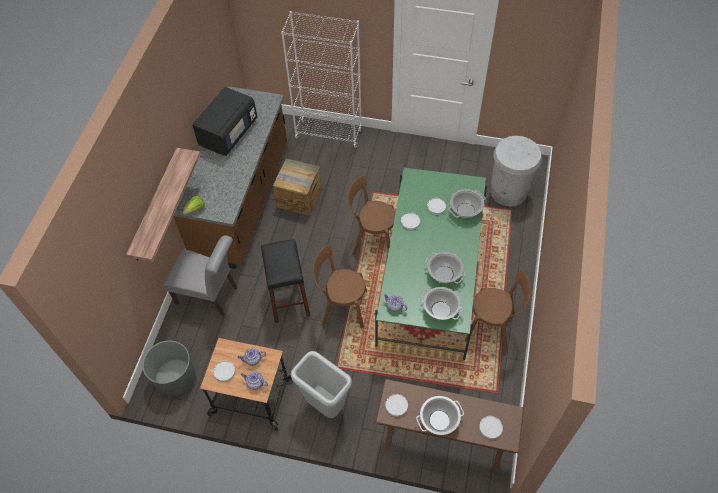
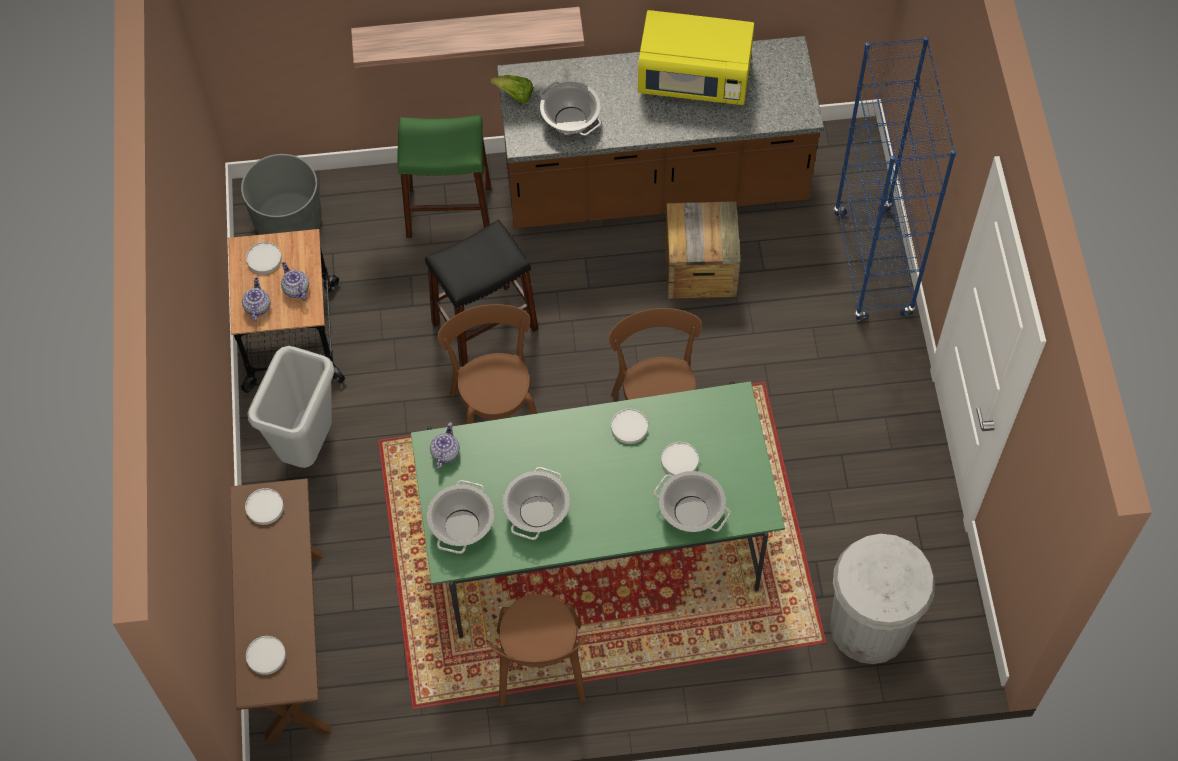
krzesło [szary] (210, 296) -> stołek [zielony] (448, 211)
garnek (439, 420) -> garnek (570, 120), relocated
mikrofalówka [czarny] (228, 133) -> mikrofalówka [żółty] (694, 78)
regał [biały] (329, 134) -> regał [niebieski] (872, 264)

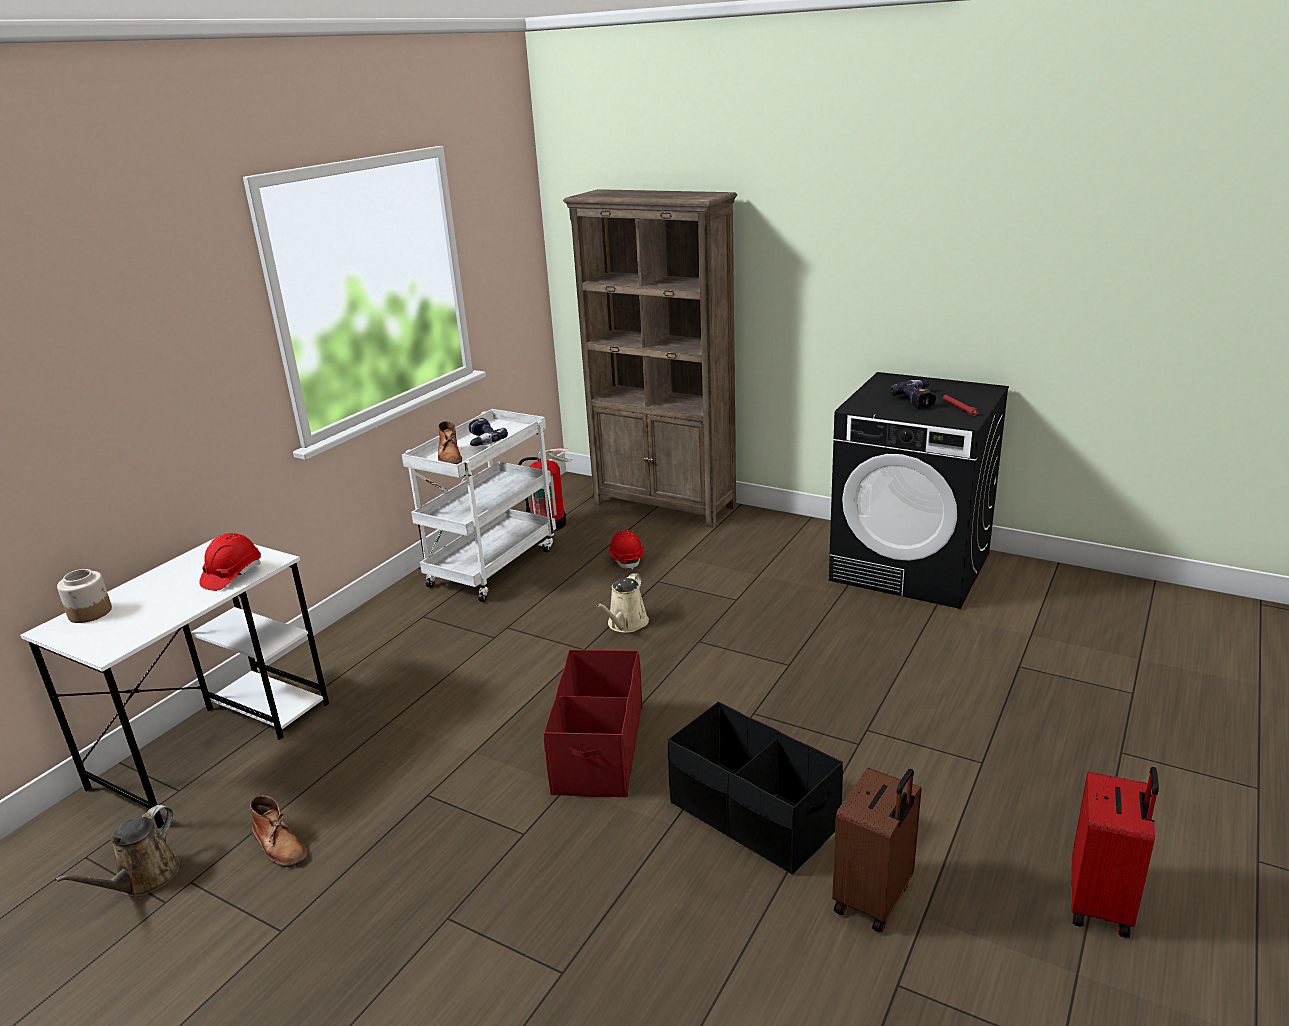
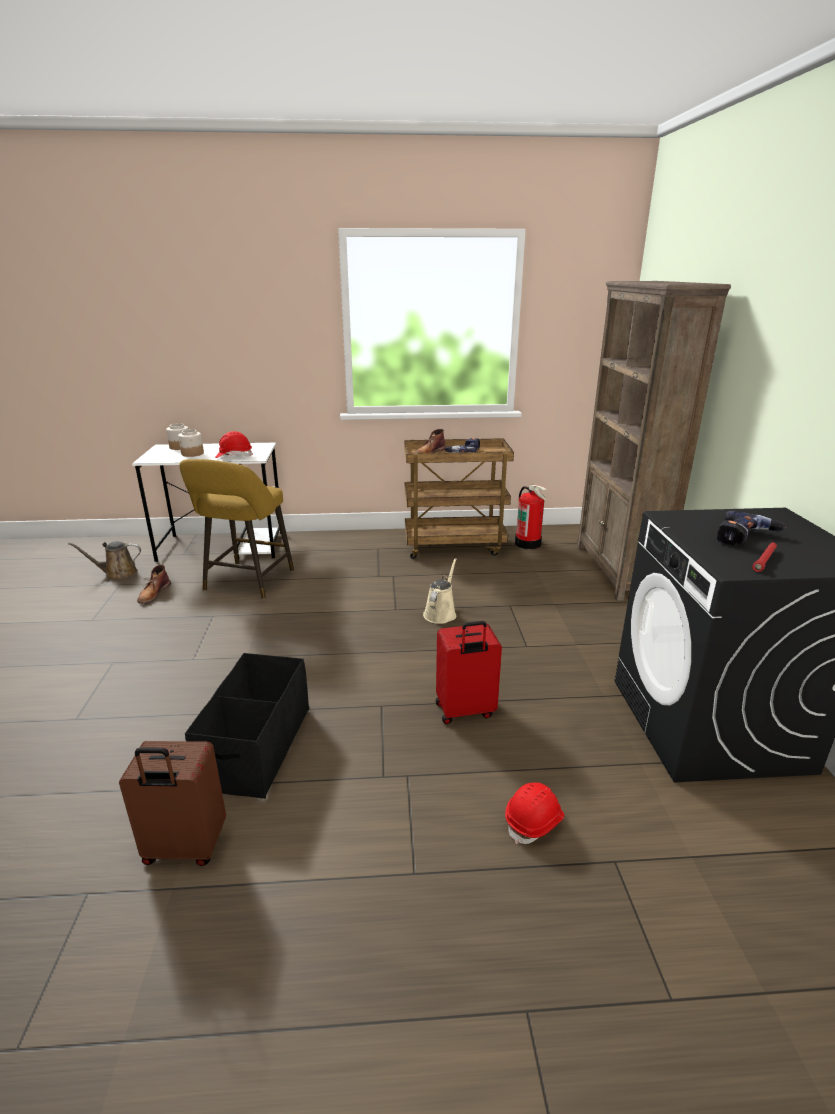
none -> słoik (192, 454)
none -> stołek [żółty] (247, 583)
wózek [biały] (492, 566) -> wózek [brązowy] (454, 546)
konewka [beżowy] (626, 624) -> konewka [beżowy] (441, 613), 120 degrees clockwise
walizka [czerwony] (1102, 904) -> walizka [czerwony] (465, 711), relocated
kask [czerwony] (626, 559) -> kask [czerwony] (534, 822), relocated
pojemnik do przechowywania [czerwony] (598, 750) -> none

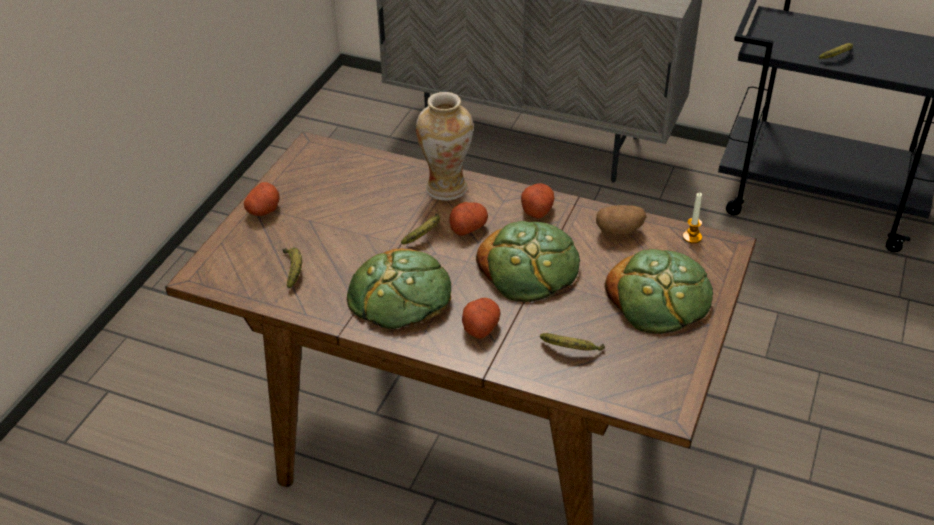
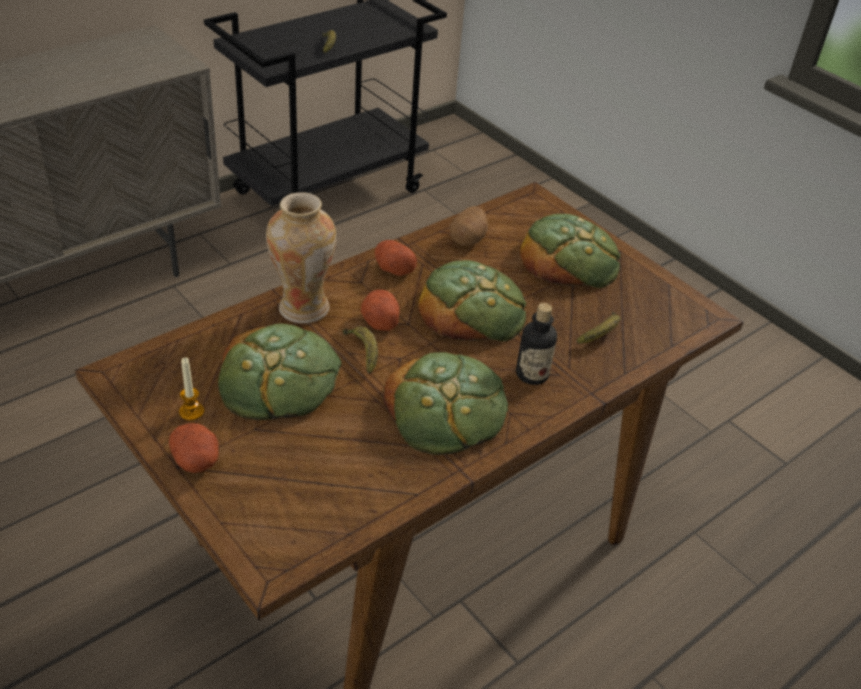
świeca (692, 237) -> świeca (191, 412), relocated
none -> chleb (279, 380)
ziemniak (480, 326) -> butelka (532, 374)
banan (293, 270) -> none

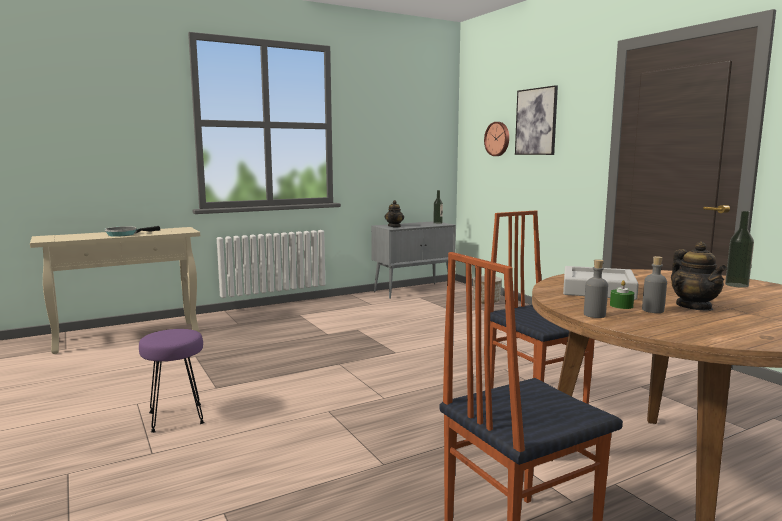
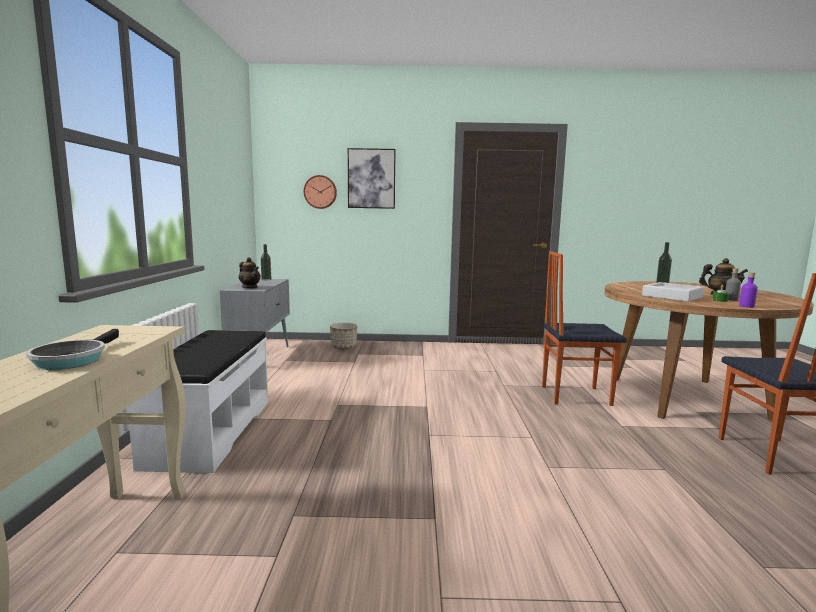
none -> ławka [biały] (210, 431)
butelka [szary] (594, 315) -> butelka [fioletowy] (746, 306)
stołek [fioletowy] (177, 417) -> none

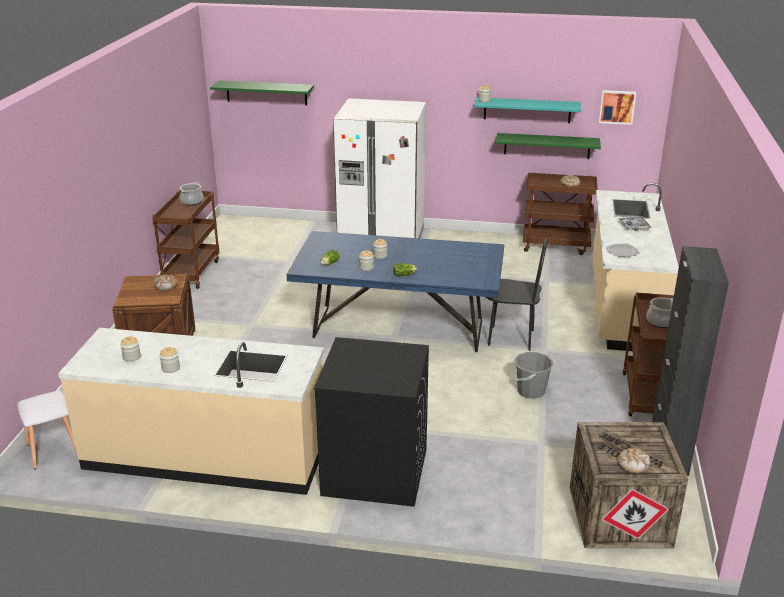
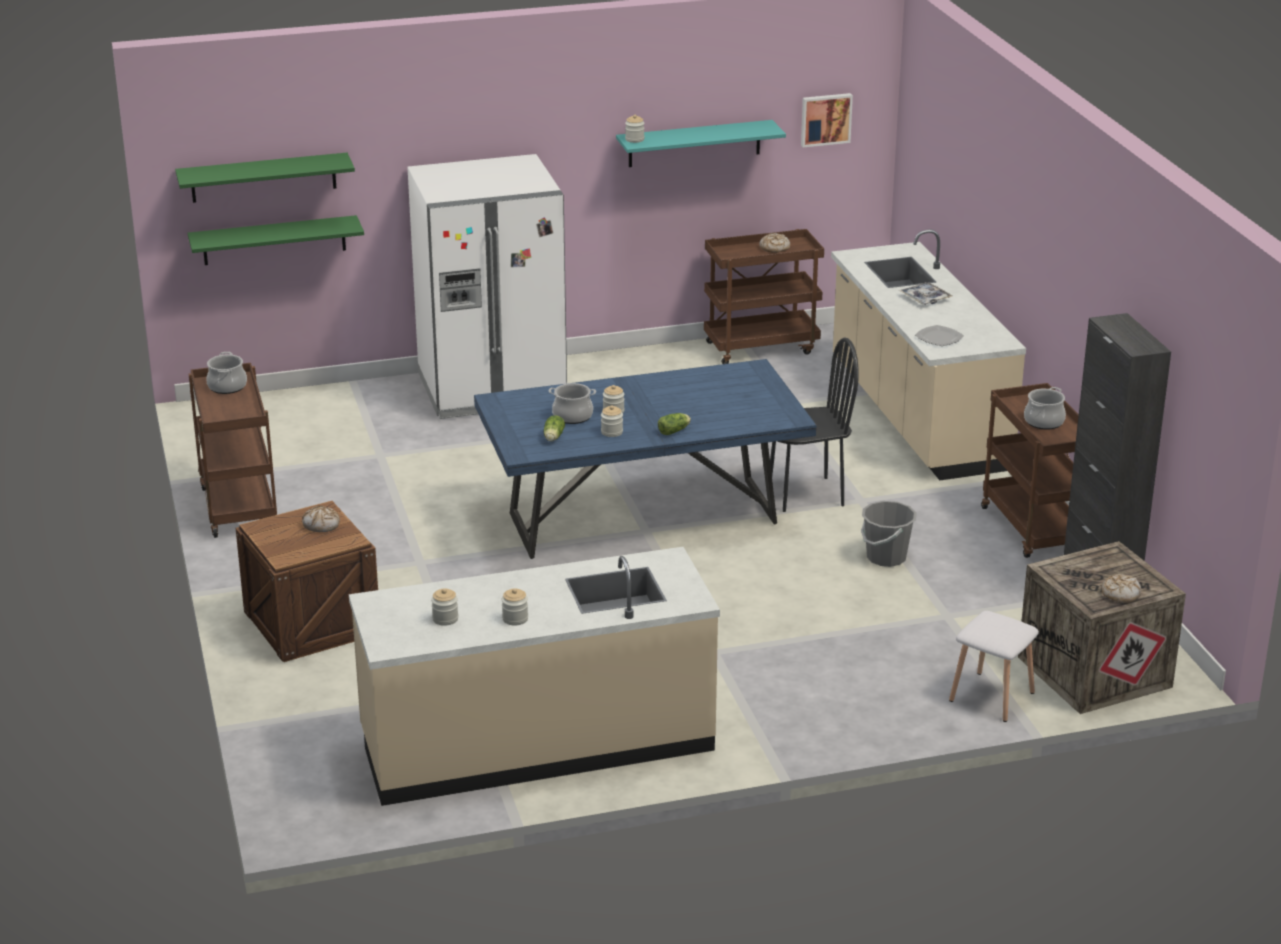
półka [zielony] (547, 145) -> półka [zielony] (274, 240), relocated
none -> garnek (572, 416)
stołek [biały] (52, 449) -> stołek [biały] (990, 696), relocated
pralka [czarny] (374, 472) -> none

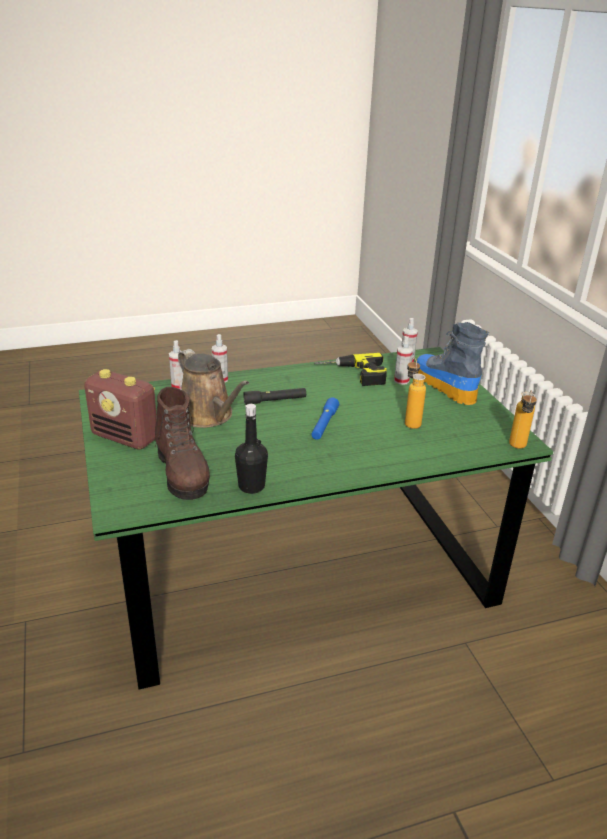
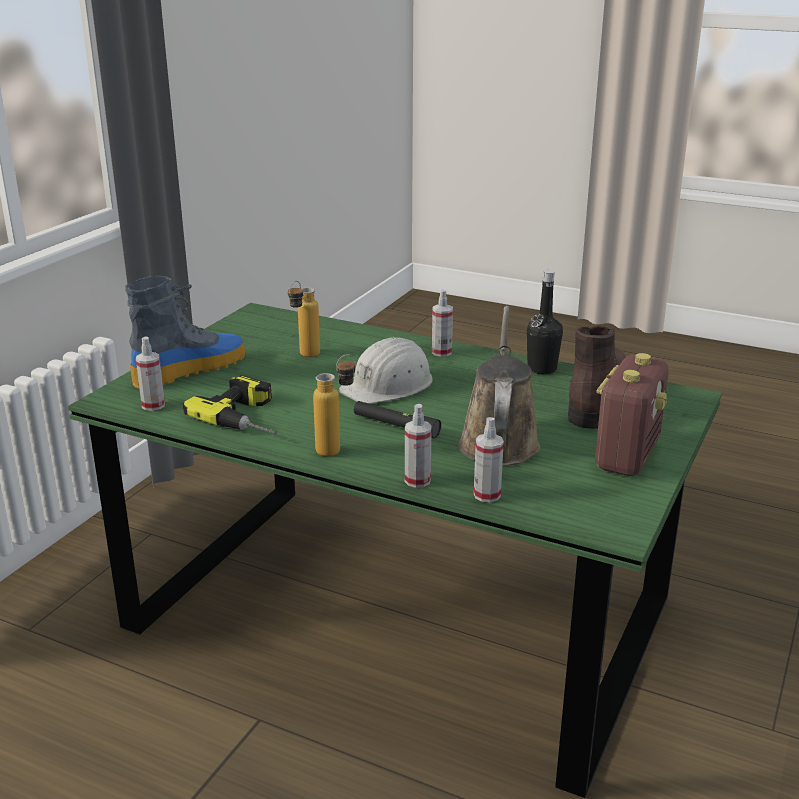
but z cholewką (443, 385) -> but z cholewką (190, 369), 150 degrees counterclockwise
butelka (517, 448) -> butelka (337, 448), relocated
latarka [niebieski] (324, 424) -> kask [biały] (389, 385)
spryskiwacz (401, 381) -> spryskiwacz (441, 352), relocated
radio (126, 438) -> radio (626, 455), 45 degrees clockwise

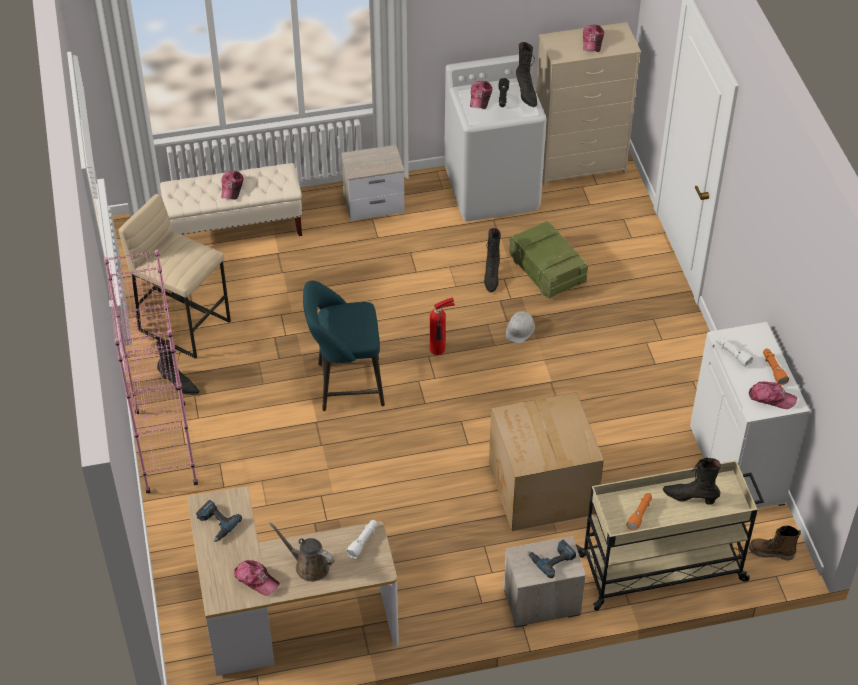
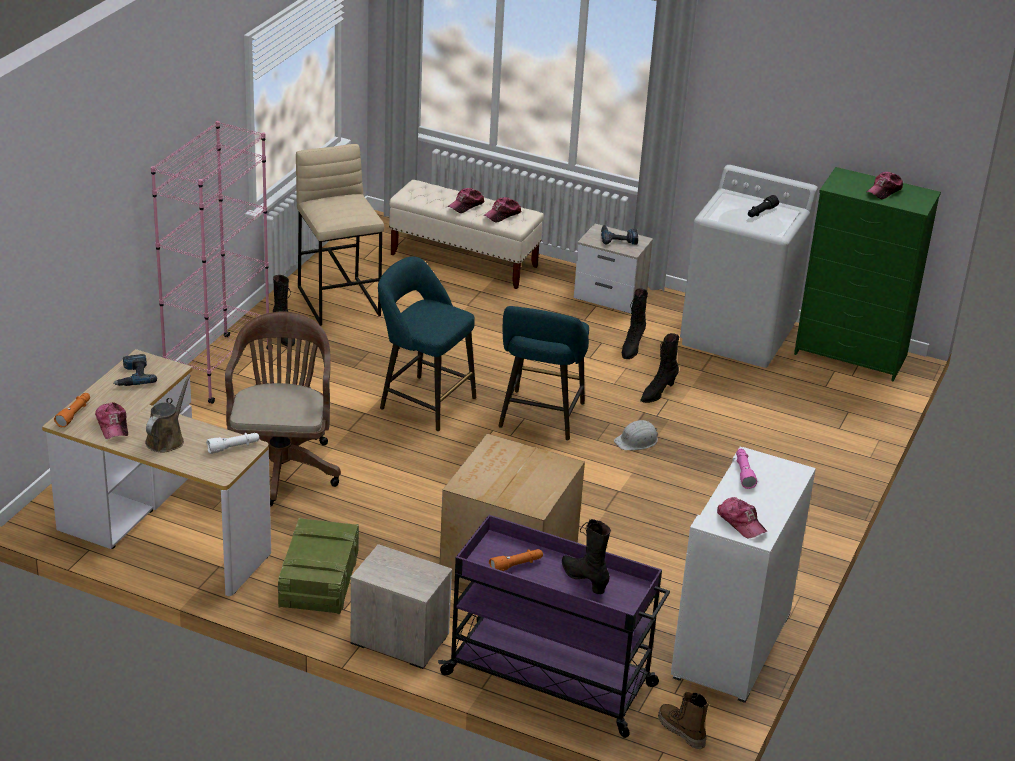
latarka [pomarańczowy] (773, 369) -> latarka [pomarańczowy] (74, 414), relocated
konewka [brązowy] (308, 566) -> konewka [brązowy] (167, 439), 45 degrees clockwise
none -> krzesło biurowe [brązowy] (281, 465)
skrzynka (548, 271) -> skrzynka (319, 583), relocated
wózek [beżowy] (663, 568) -> wózek [fioletowy] (551, 680)
czapka z daszkiem (480, 98) -> czapka z daszkiem (502, 214), relocated
gaśnica (439, 350) -> stołek [turkusowy] (540, 418)
wiertarka (552, 558) -> wiertarka (618, 238), relocated
but z cholewką [czarny] (526, 94) -> but z cholewką [czarny] (632, 348), relocated
latarka [biały] (732, 354) -> latarka [różowy] (743, 473)
komoda [beżowy] (579, 165) -> komoda [zielony] (851, 355)

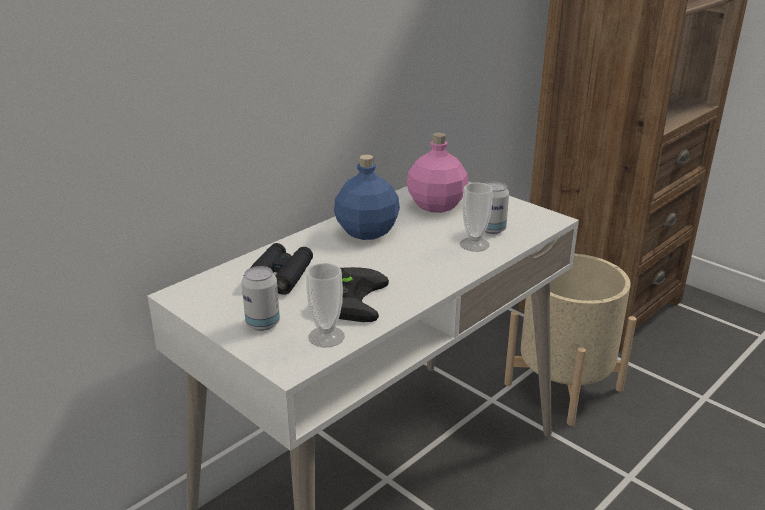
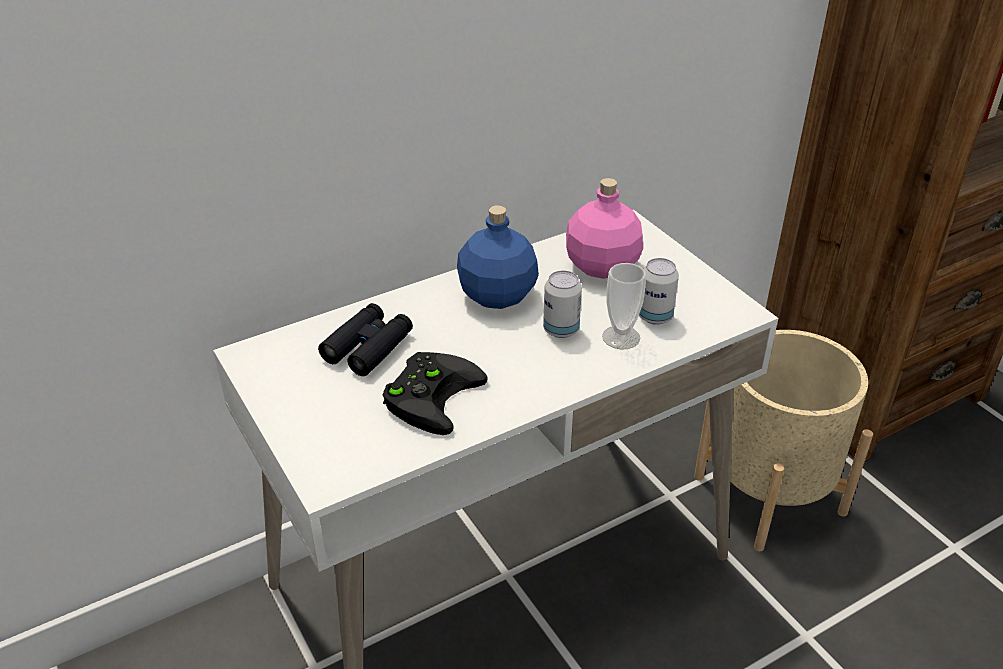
puszka (263, 324) -> puszka (561, 330), relocated
filiżanka (326, 337) -> none

